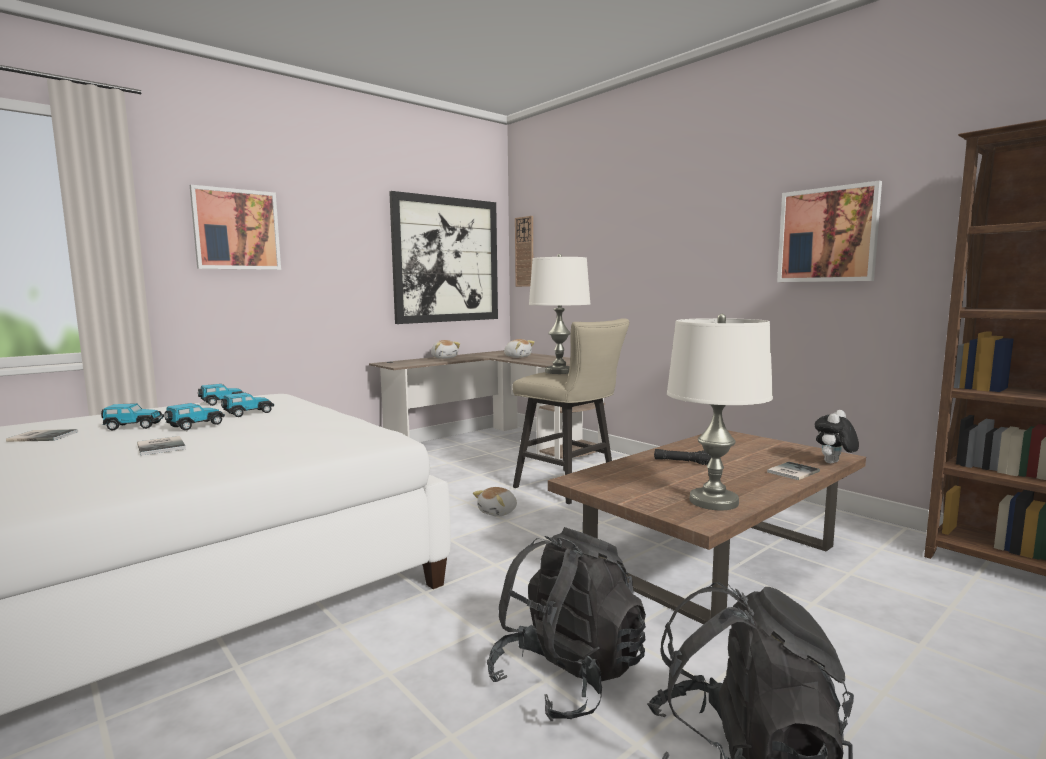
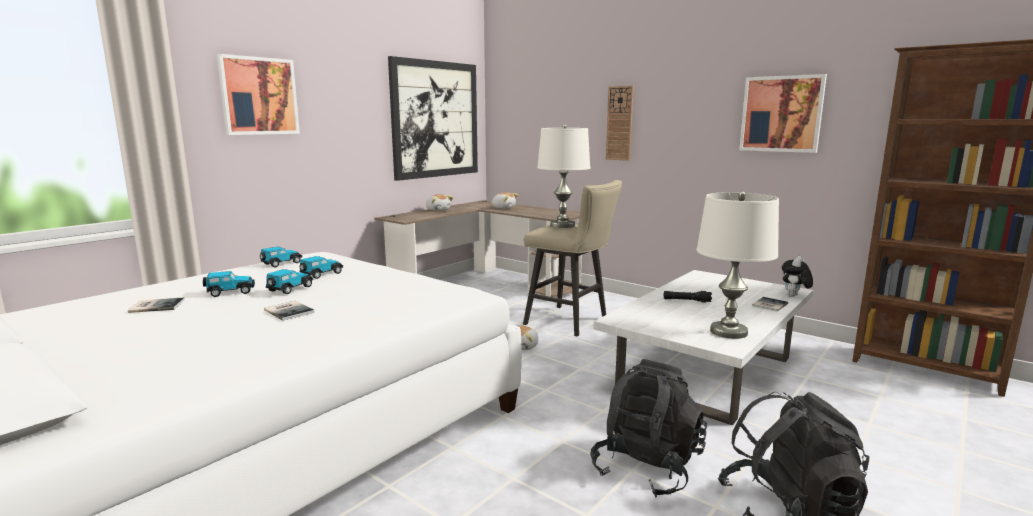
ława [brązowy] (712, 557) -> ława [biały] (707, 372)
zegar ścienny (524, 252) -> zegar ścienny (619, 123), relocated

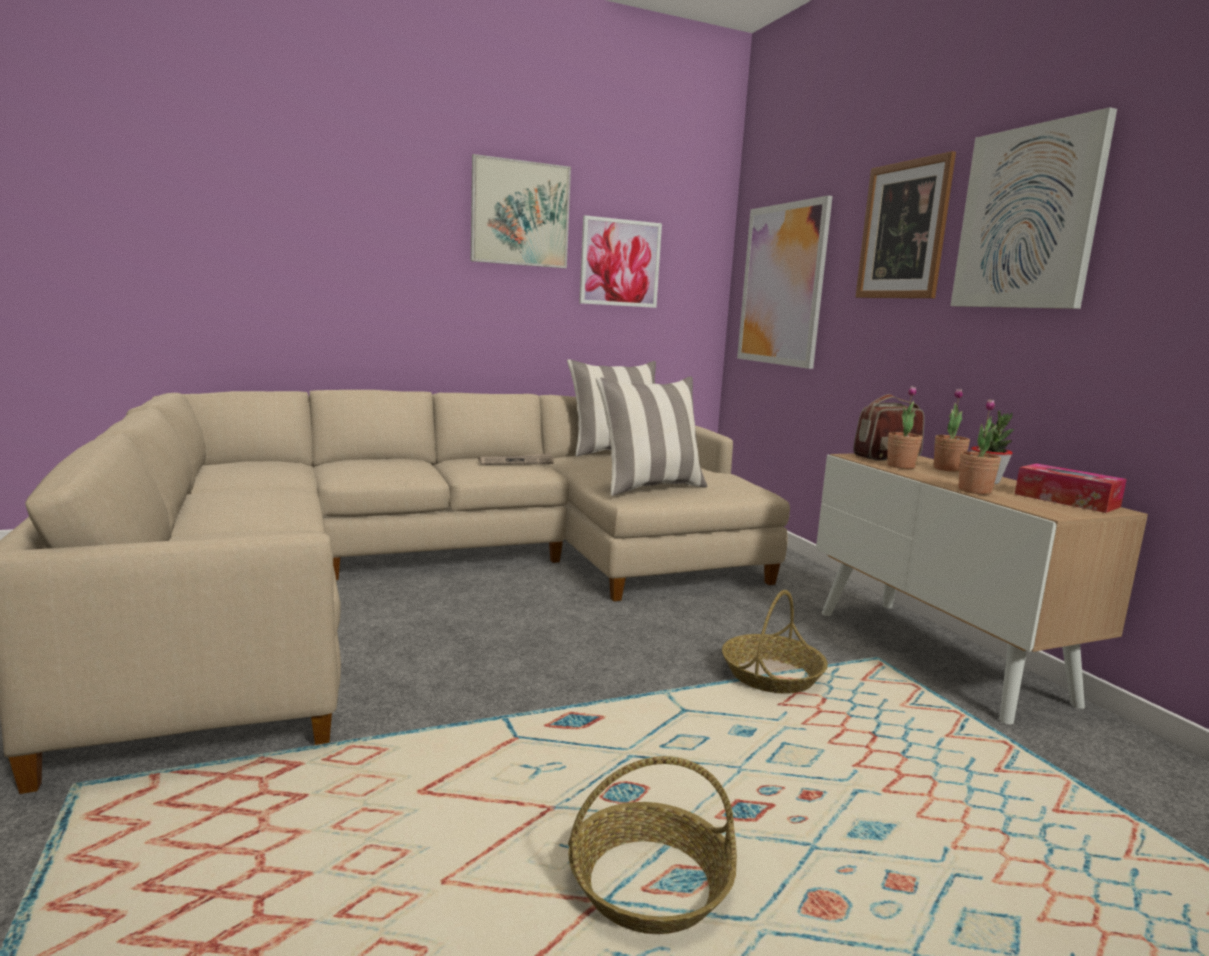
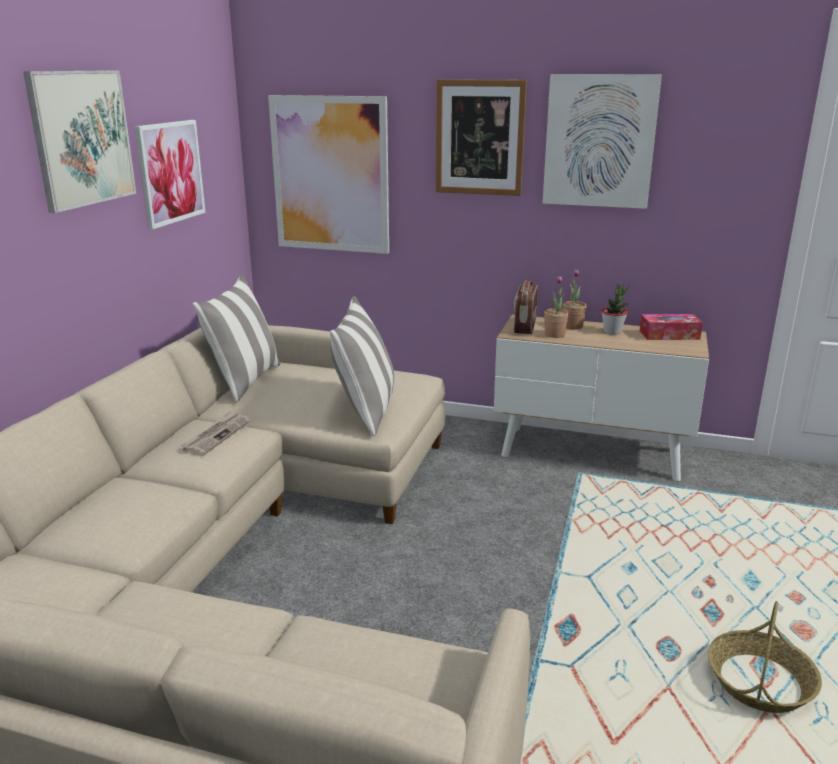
koszyk (772, 675) -> none
roślina doniczkowa (974, 491) -> none

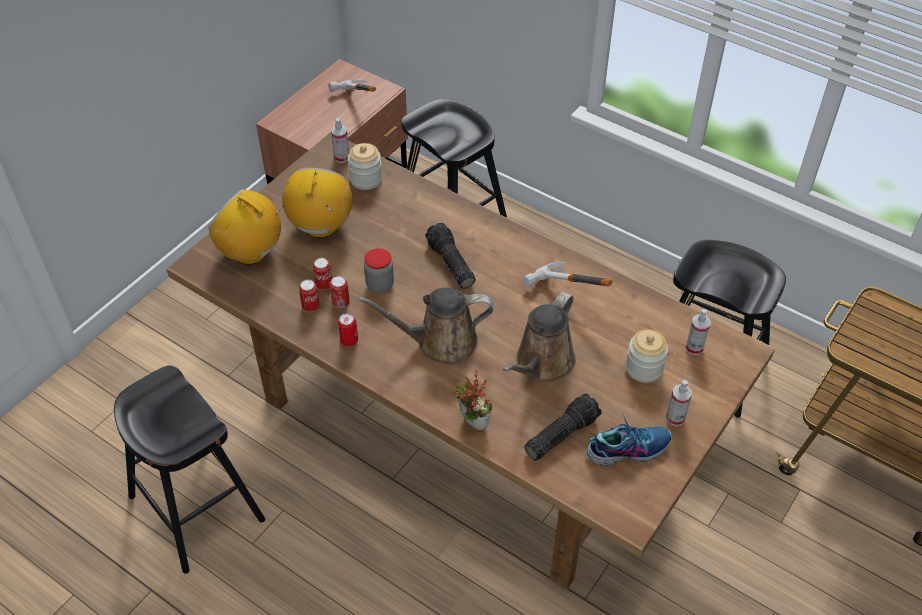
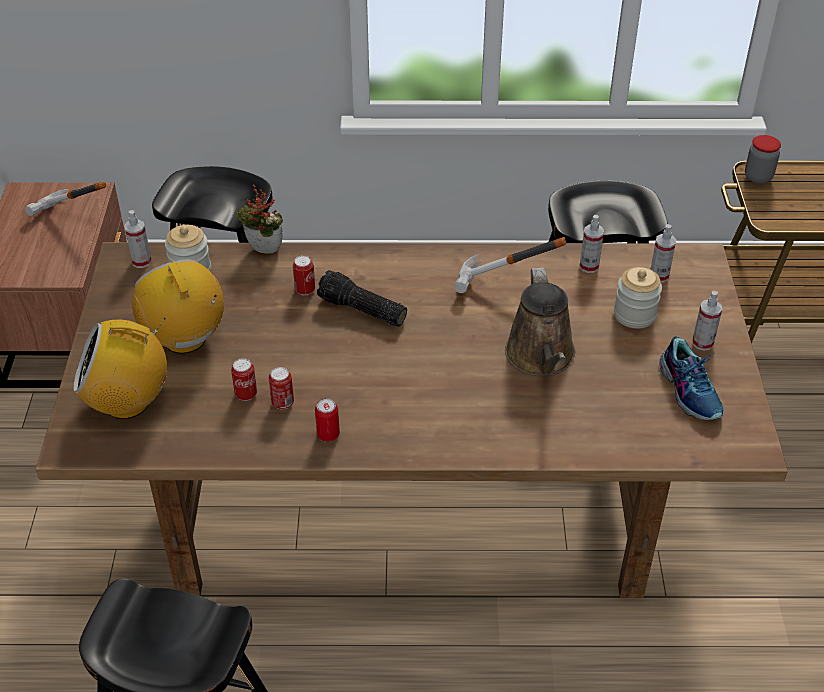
roślina doniczkowa (471, 424) -> roślina doniczkowa (263, 252), relocated
puszka (310, 307) -> puszka (305, 290), relocated
none -> spryskiwacz (589, 266)
but (628, 449) -> but (690, 391), 120 degrees clockwise
słoik (380, 285) -> słoik (758, 177), relocated
konewka [brązowy] (440, 342) -> none
latarka (560, 433) -> none

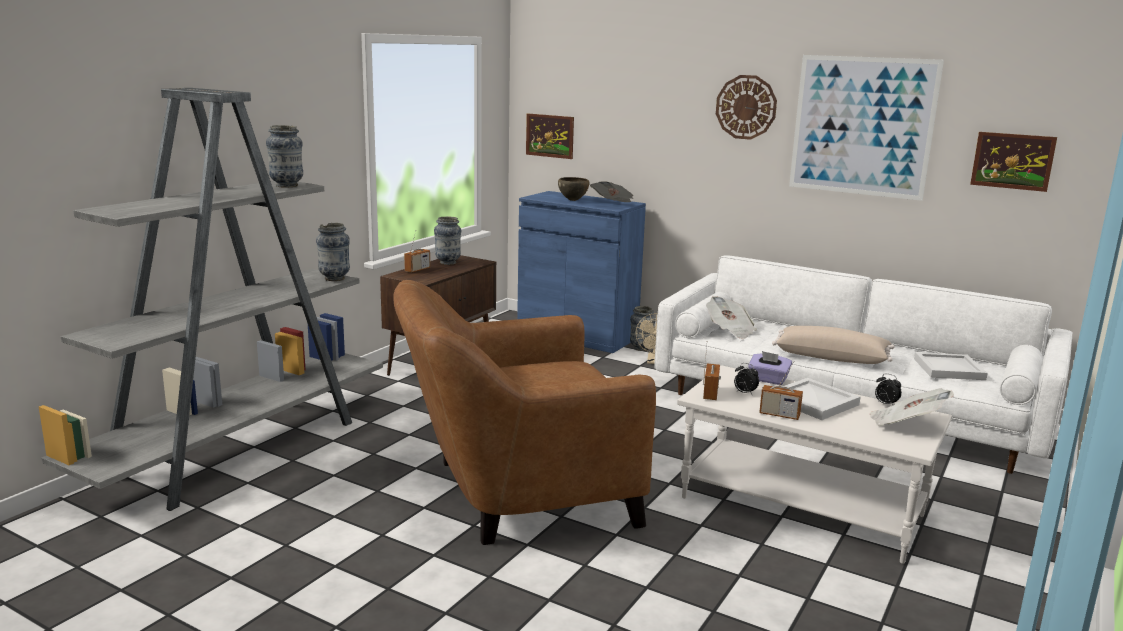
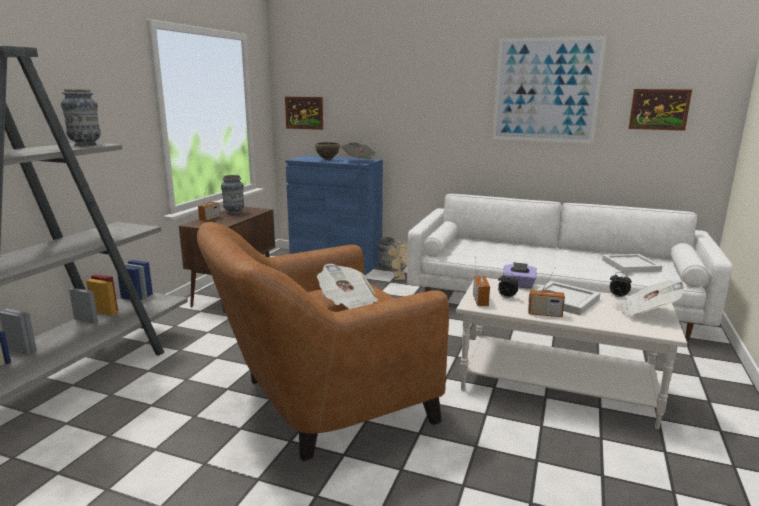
gazeta (730, 331) -> gazeta (348, 304), relocated
wazon (334, 278) -> none
zegar ścienny (746, 107) -> none
poduszka [beżowy] (831, 357) -> none

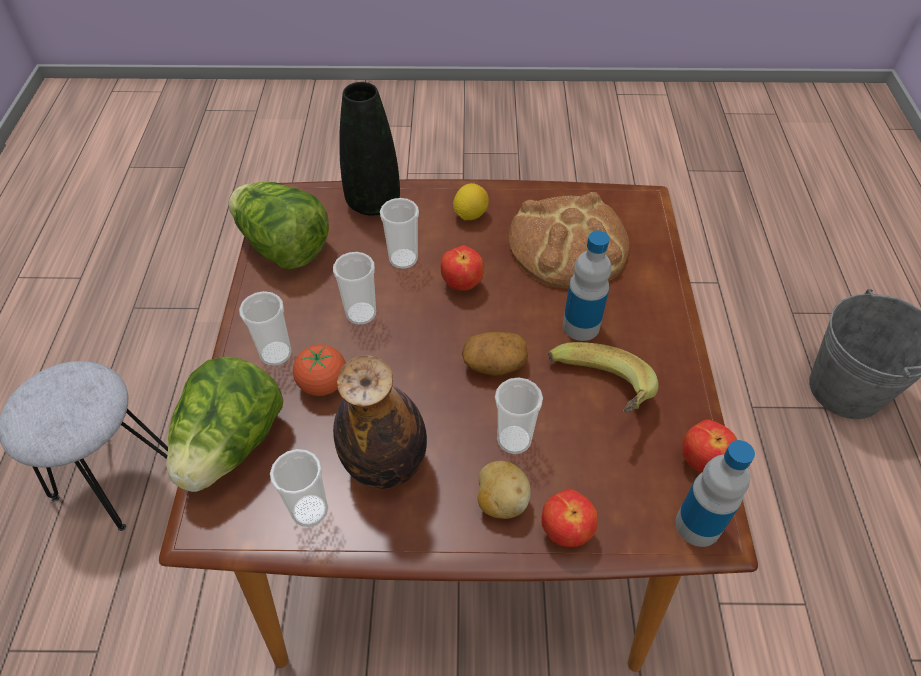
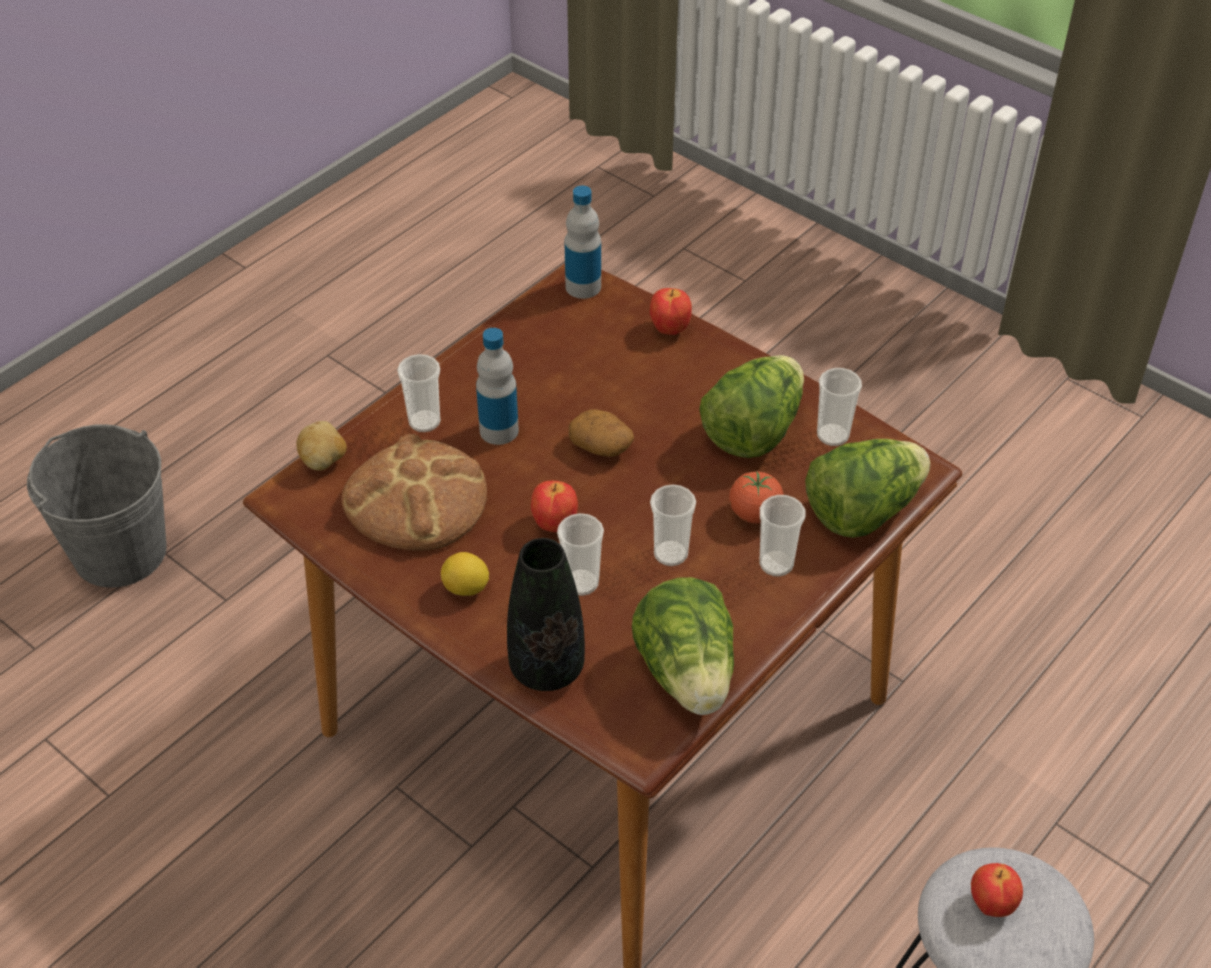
ziemniak (501, 501) -> ziemniak (324, 461), relocated
filiżanka (514, 440) -> filiżanka (424, 421), relocated
butelka (385, 464) -> sałata (753, 431)
jabłko (702, 461) -> jabłko (990, 904), relocated
banan (597, 395) -> none

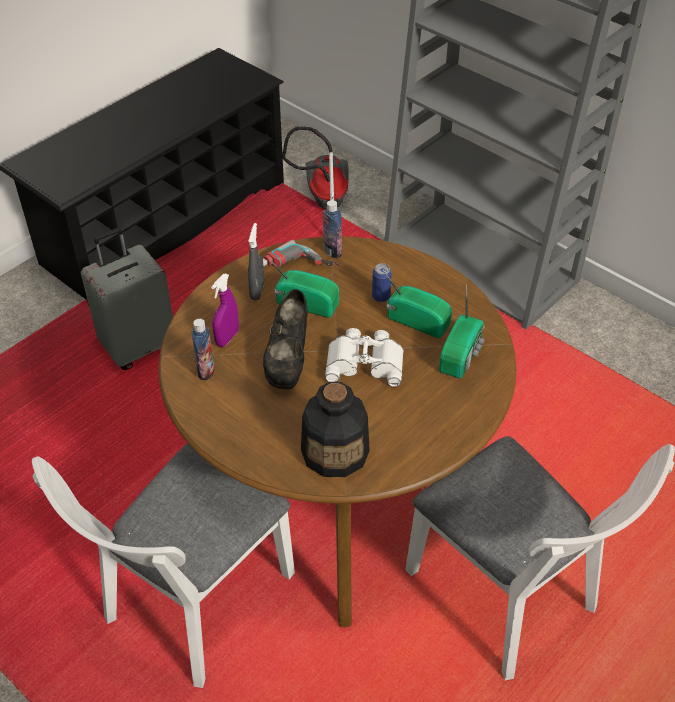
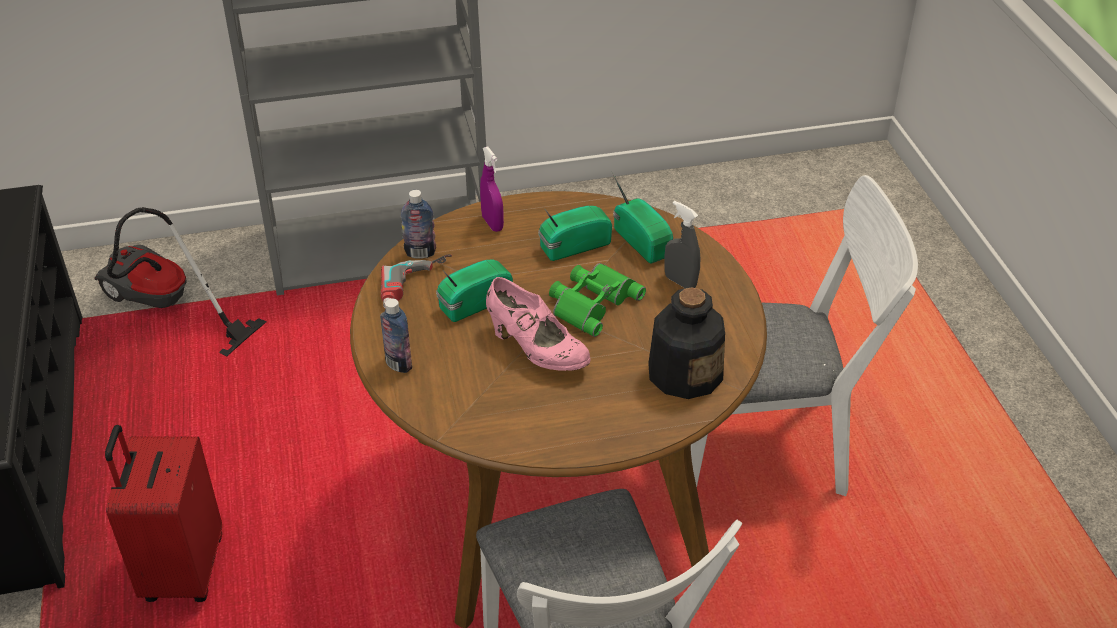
walizka [szary] (139, 346) -> walizka [czerwony] (181, 570)
butelka (206, 371) -> butelka (398, 364), relocated
spryskiwacz [fioletowy] (227, 338) -> spryskiwacz [fioletowy] (492, 223), relocated
but [czarny] (288, 359) -> but [różowy] (536, 350)
lornetka [biały] (365, 361) -> lornetka [zielony] (591, 302)
spryskiwacz [szary] (257, 291) -> spryskiwacz [szary] (680, 282), relocated
puszka (381, 297) -> none

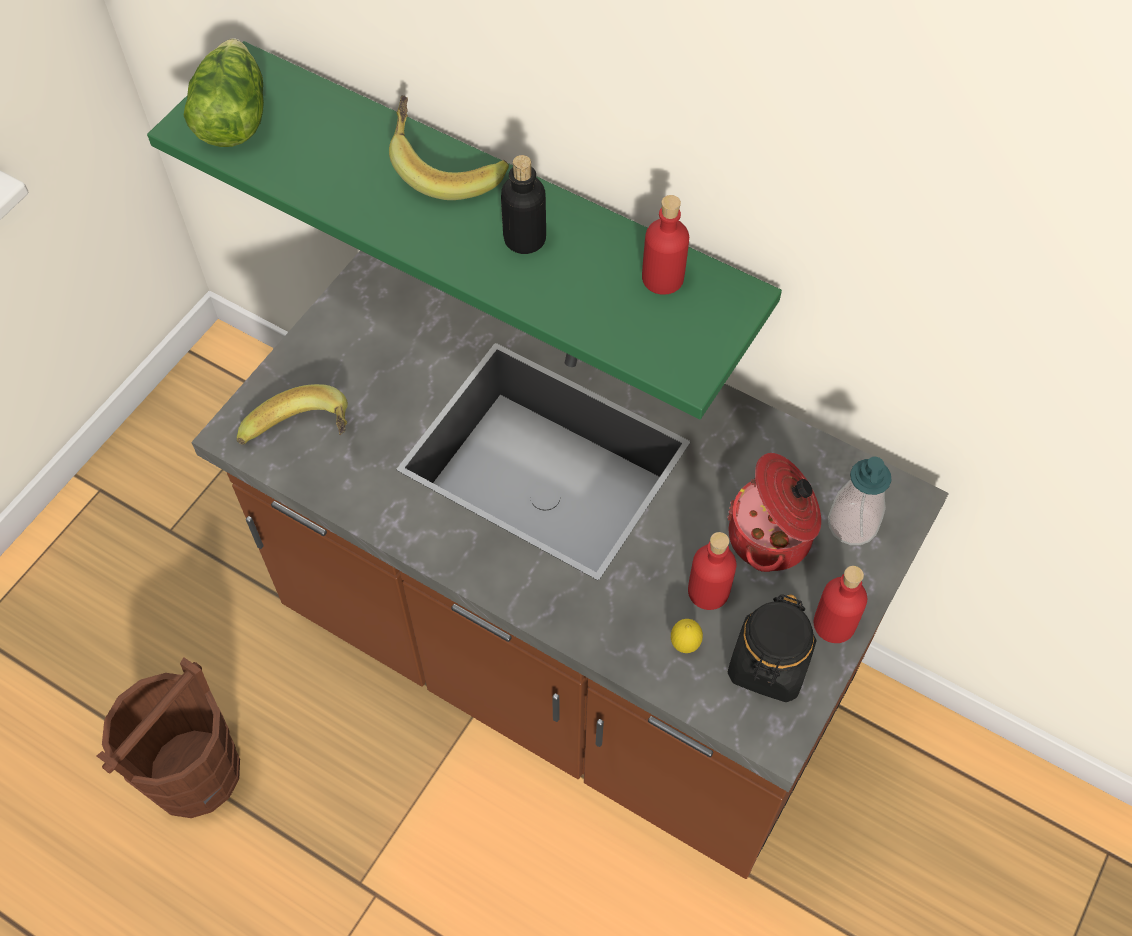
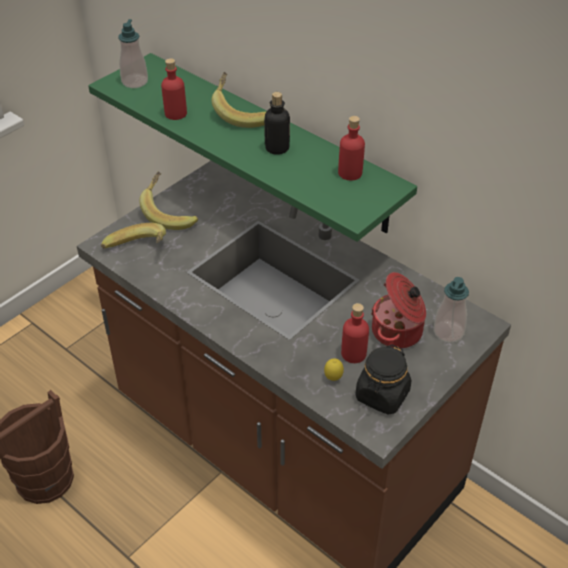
sałata (232, 116) -> dozownik mydła (135, 82)
none -> banan (170, 213)
butelka [czerwony] (834, 624) -> butelka [czerwony] (175, 113), relocated

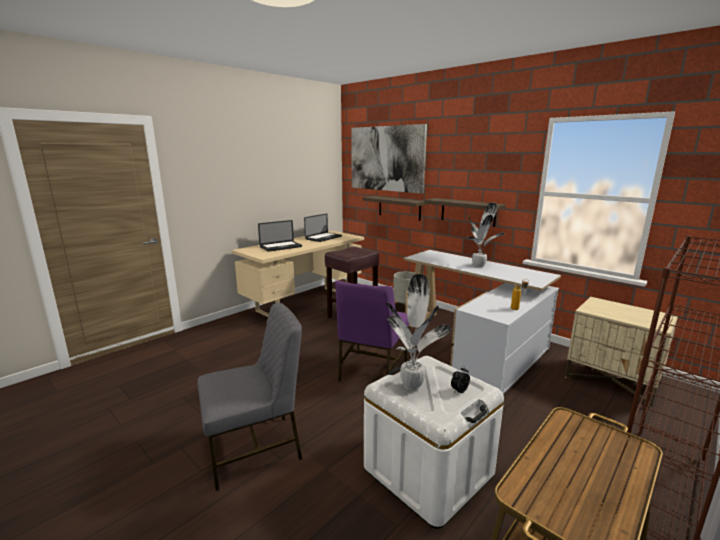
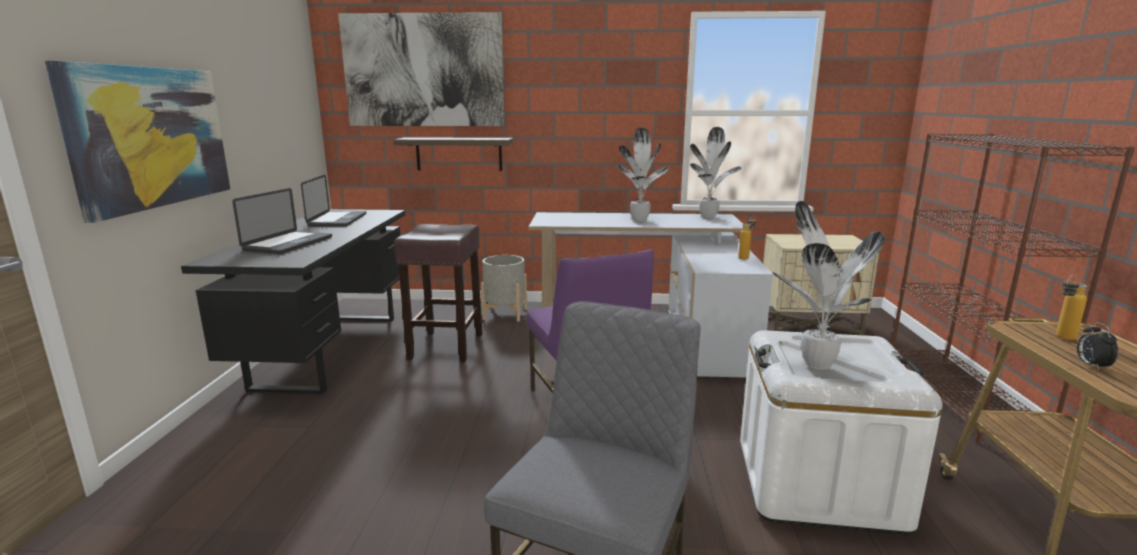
none -> obraz (151, 137)
biurko [beżowy] (305, 303) -> biurko [czarny] (329, 350)
none -> roślina doniczkowa (708, 216)
none -> butelka (1061, 338)
budzik (459, 391) -> budzik (1091, 366), relocated
półka (468, 212) -> none

